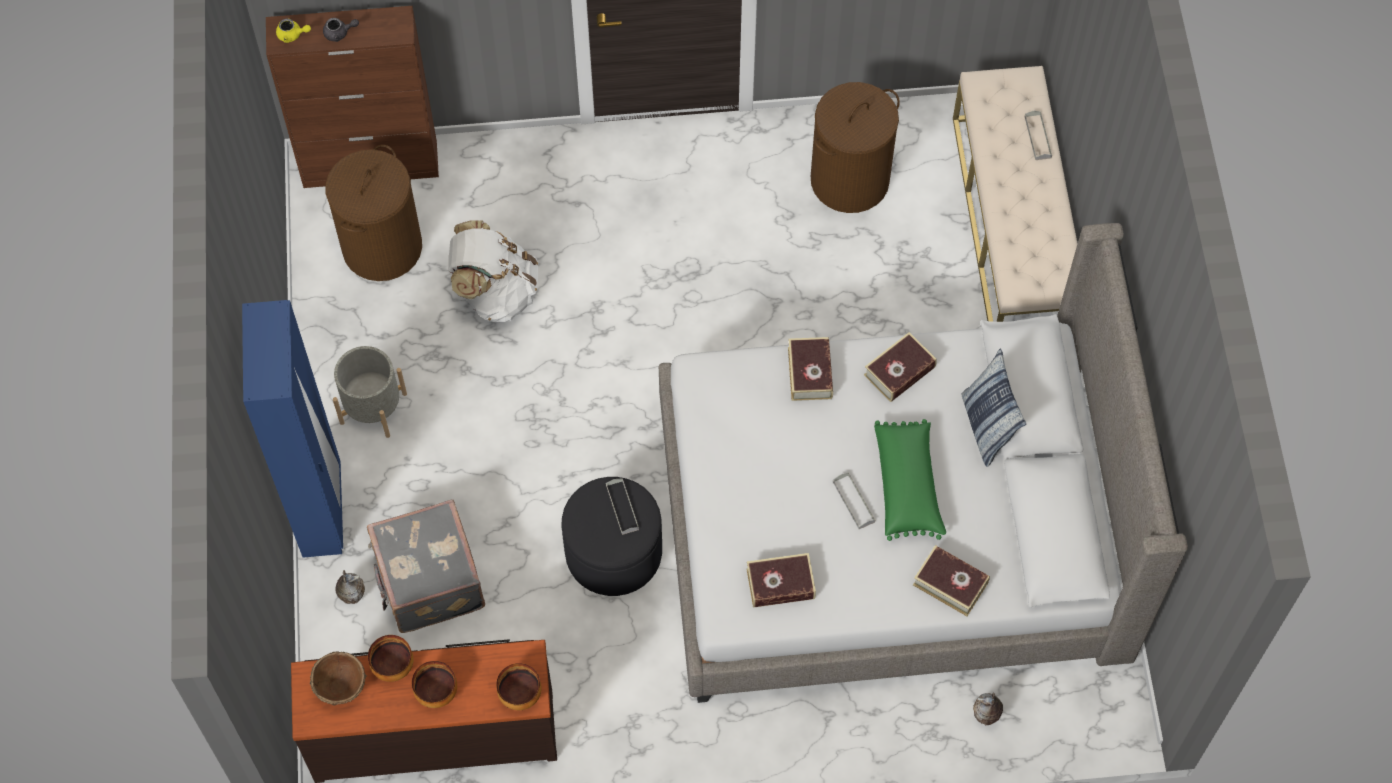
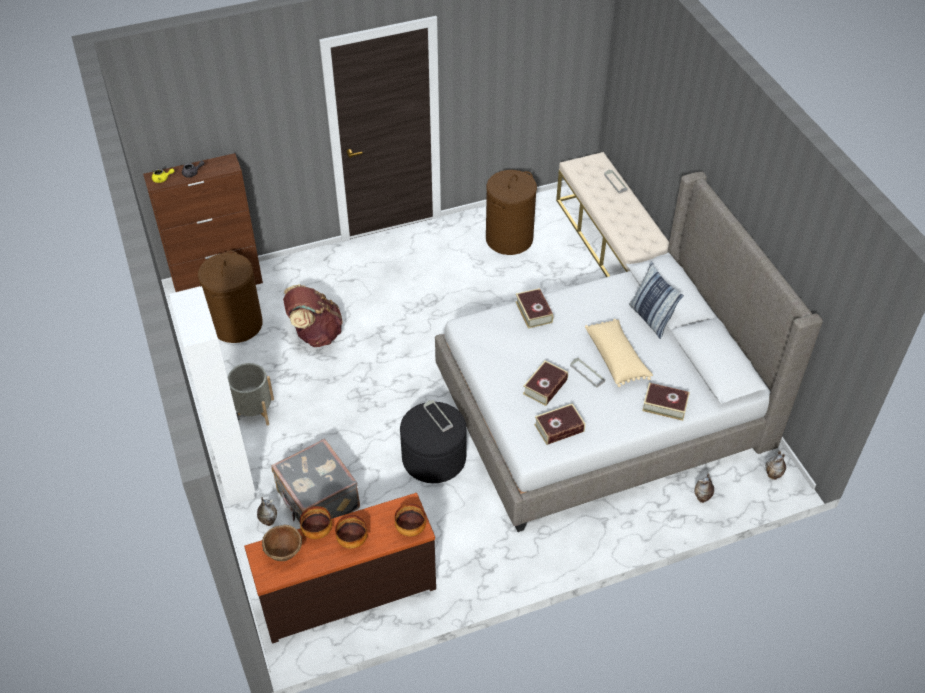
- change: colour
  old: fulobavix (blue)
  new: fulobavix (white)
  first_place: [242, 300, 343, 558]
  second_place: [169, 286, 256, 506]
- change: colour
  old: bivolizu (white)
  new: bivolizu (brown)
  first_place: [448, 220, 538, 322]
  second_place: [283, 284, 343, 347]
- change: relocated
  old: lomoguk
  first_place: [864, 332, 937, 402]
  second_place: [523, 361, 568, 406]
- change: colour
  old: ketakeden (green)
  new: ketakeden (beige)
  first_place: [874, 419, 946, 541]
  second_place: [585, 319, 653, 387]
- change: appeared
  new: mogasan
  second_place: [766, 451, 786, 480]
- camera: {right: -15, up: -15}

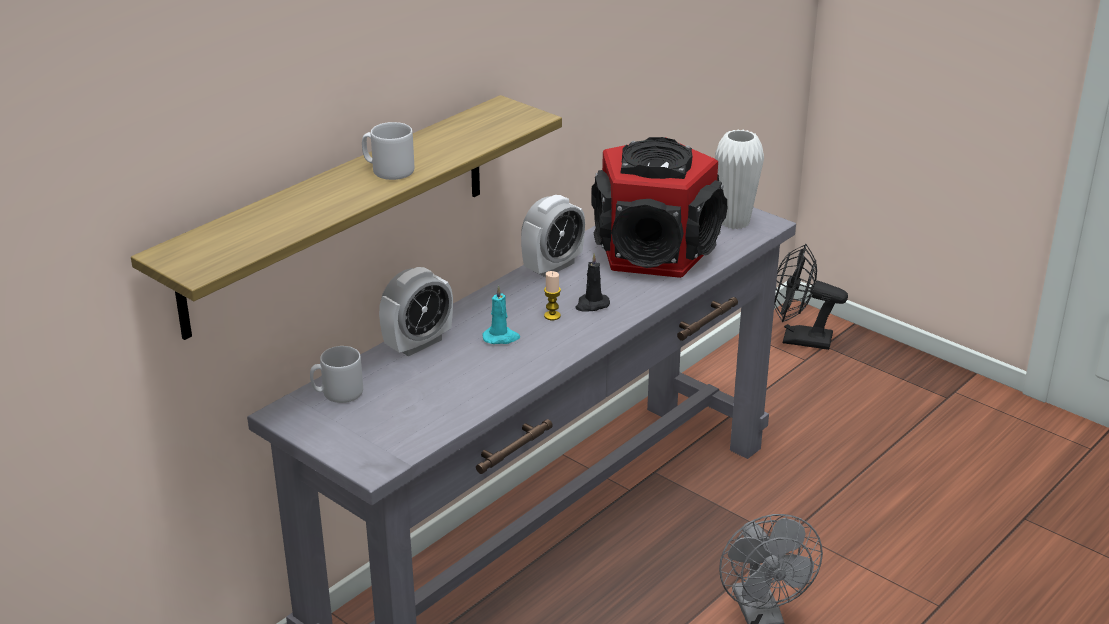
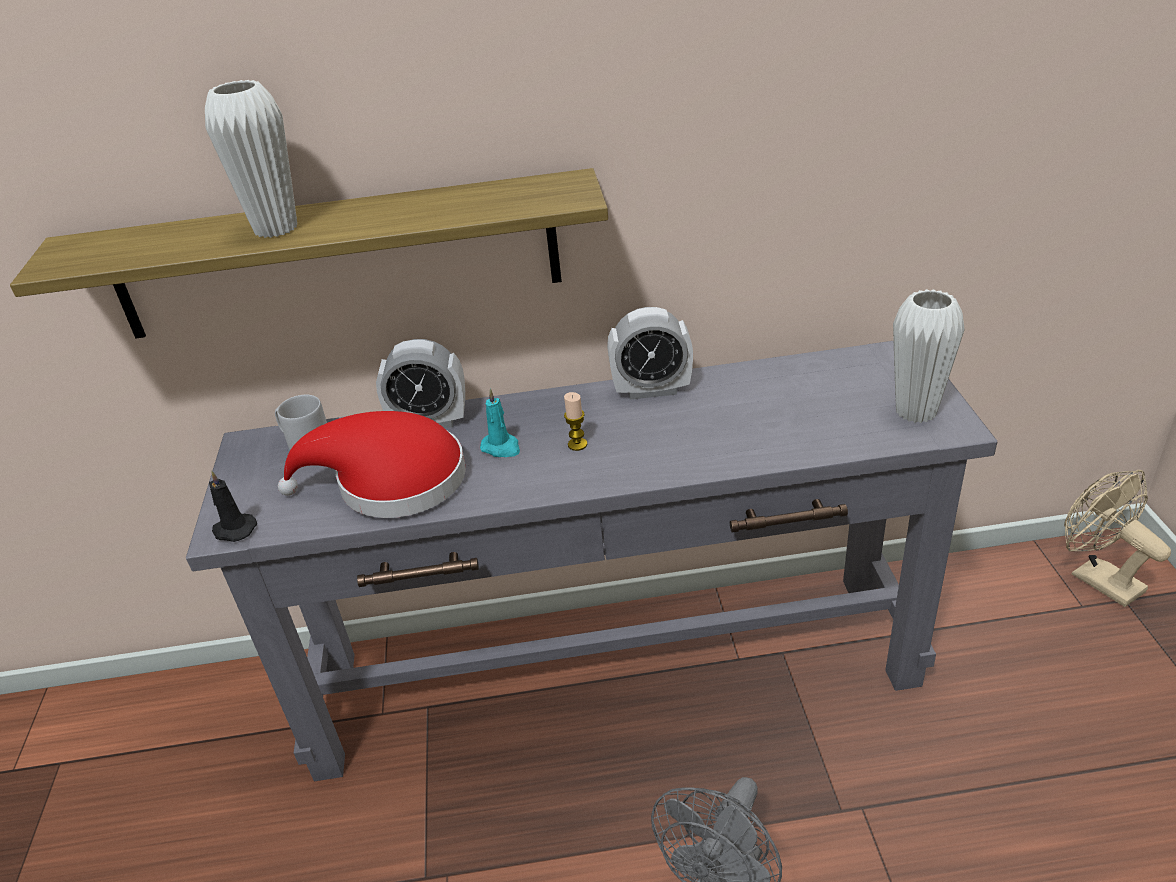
- change: missing
  old: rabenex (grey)
  first_place: [362, 122, 414, 180]
- change: relocated
  old: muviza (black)
  first_place: [575, 253, 610, 311]
  second_place: [209, 470, 257, 542]
- change: missing
  old: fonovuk
  first_place: [591, 137, 727, 278]
- change: colour
  old: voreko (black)
  new: voreko (beige)
  first_place: [774, 244, 848, 350]
  second_place: [1064, 470, 1171, 607]
- change: appeared
  new: mogasan (white)
  second_place: [205, 80, 297, 238]
- change: appeared
  new: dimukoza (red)
  second_place: [278, 411, 466, 518]
- camera: {right: 45, up: 5}

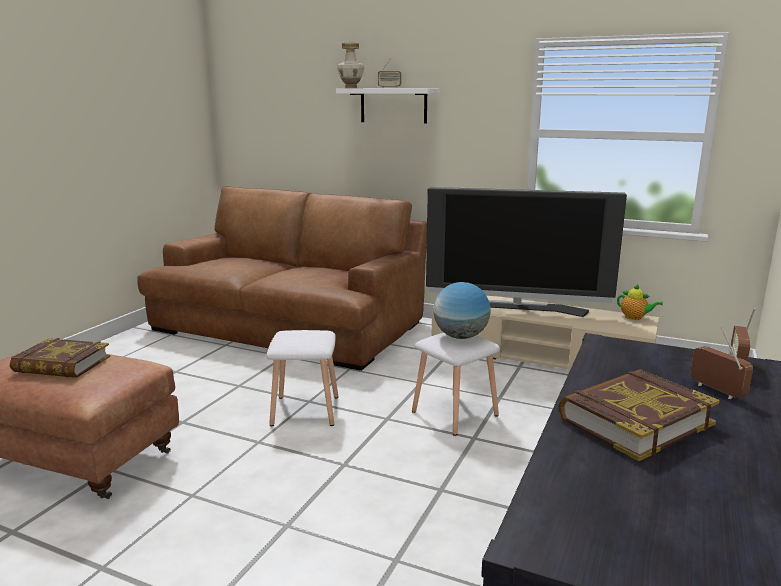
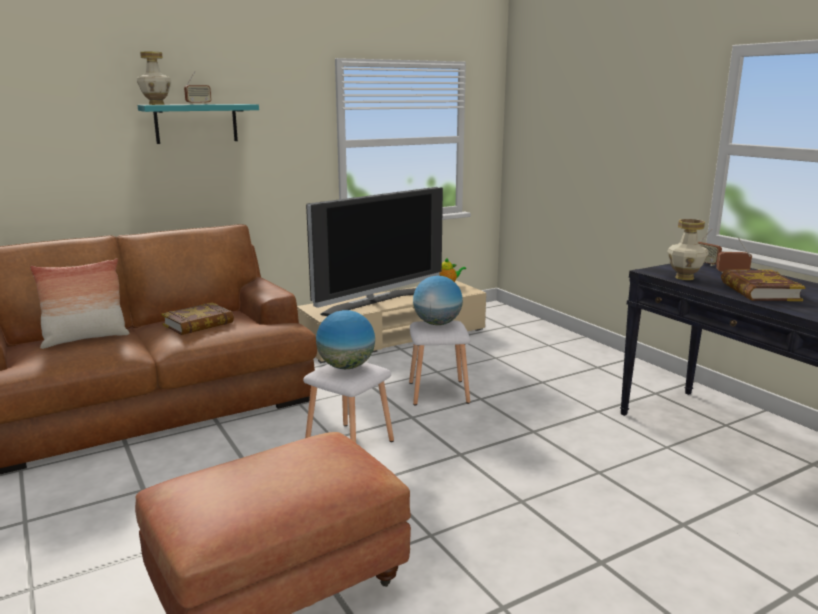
- change: relocated
  old: lomoguk
  first_place: [10, 338, 110, 378]
  second_place: [161, 302, 234, 335]
- change: colour
  old: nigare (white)
  new: nigare (turquoise)
  first_place: [336, 88, 439, 124]
  second_place: [138, 104, 259, 144]
- change: appeared
  new: ketakeden
  second_place: [30, 258, 130, 349]
- change: appeared
  new: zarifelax
  second_place: [316, 310, 375, 369]
- change: appeared
  new: mogasan
  second_place: [667, 219, 709, 280]
- camera: {right: -55, up: 0}

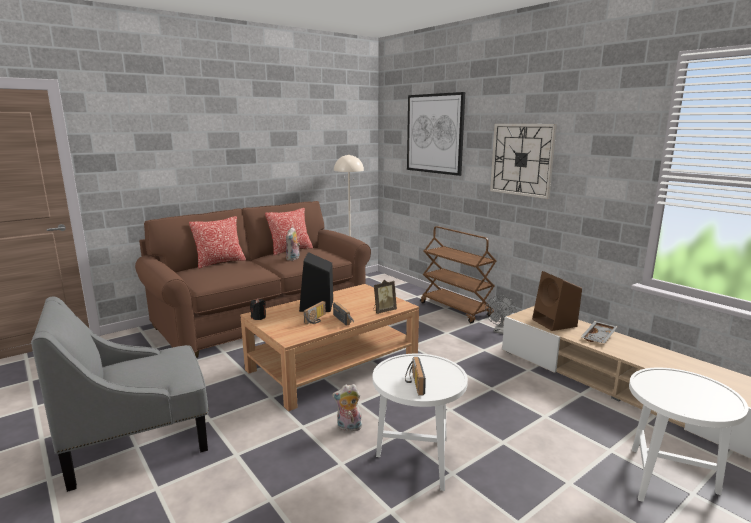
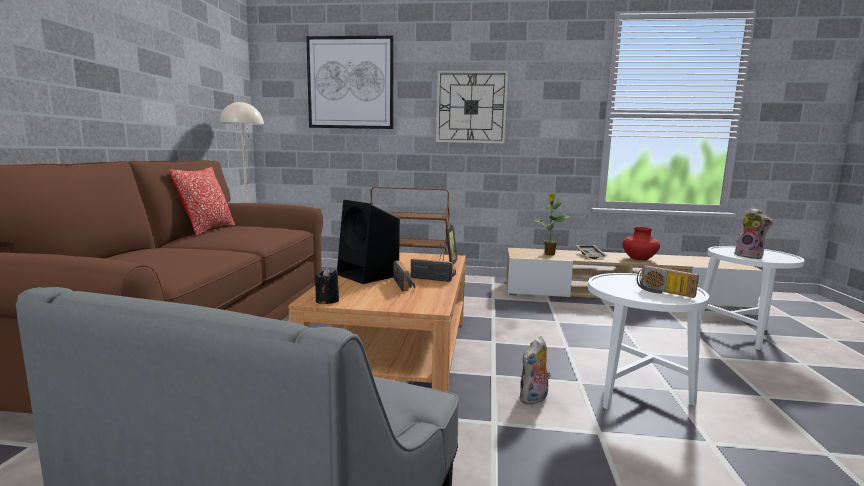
- change: missing
  old: ketakeden
  first_place: [189, 216, 246, 269]
- change: relocated
  old: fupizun
  first_place: [286, 227, 300, 261]
  second_place: [734, 207, 774, 259]
- change: missing
  old: voreko (grey)
  first_place: [485, 295, 516, 334]
- change: exchanged
  old: fonovuk (brown)
  new: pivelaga
  first_place: [532, 271, 582, 331]
  second_place: [532, 194, 570, 255]
- change: appeared
  new: mogasan (red)
  second_place: [622, 227, 660, 260]
- camera: {right: -45, up: -5}

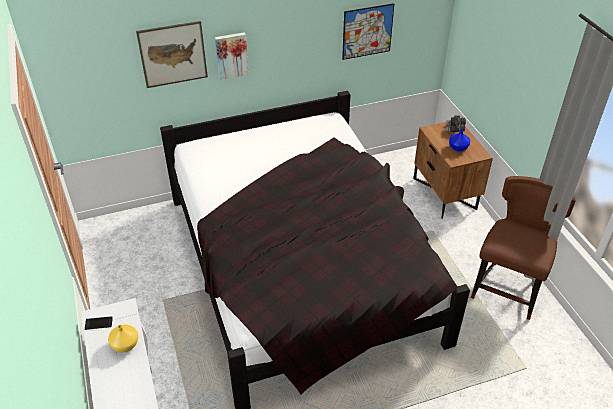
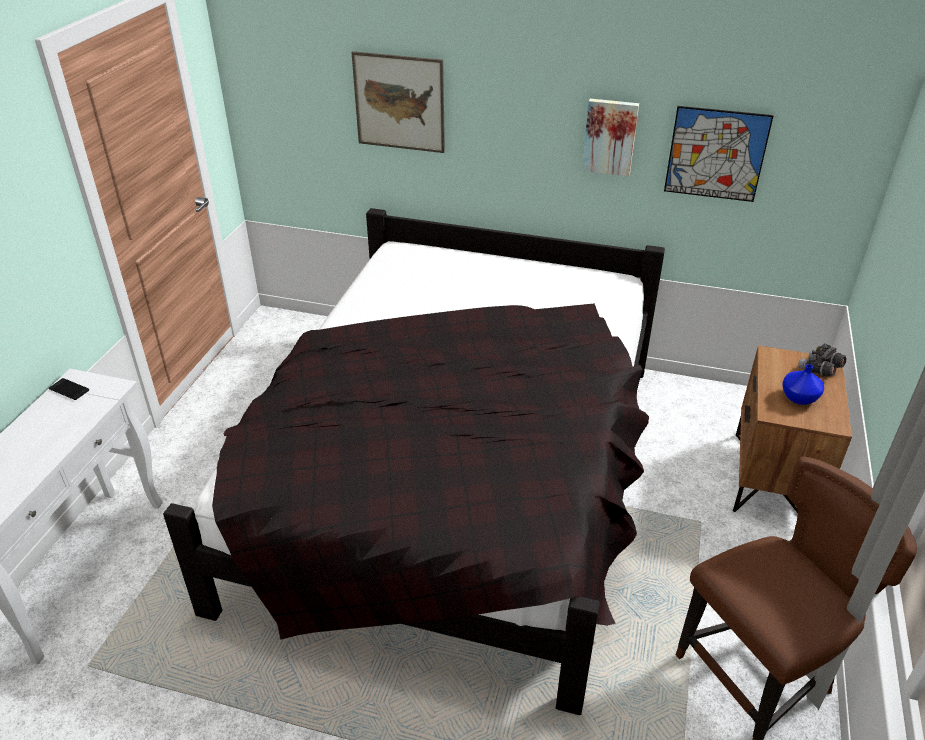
- change: missing
  old: mogasan (yellow)
  first_place: [108, 325, 138, 353]
- change: relocated
  old: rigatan
  first_place: [215, 32, 249, 80]
  second_place: [582, 99, 639, 176]
- camera: {right: 35, up: -5}

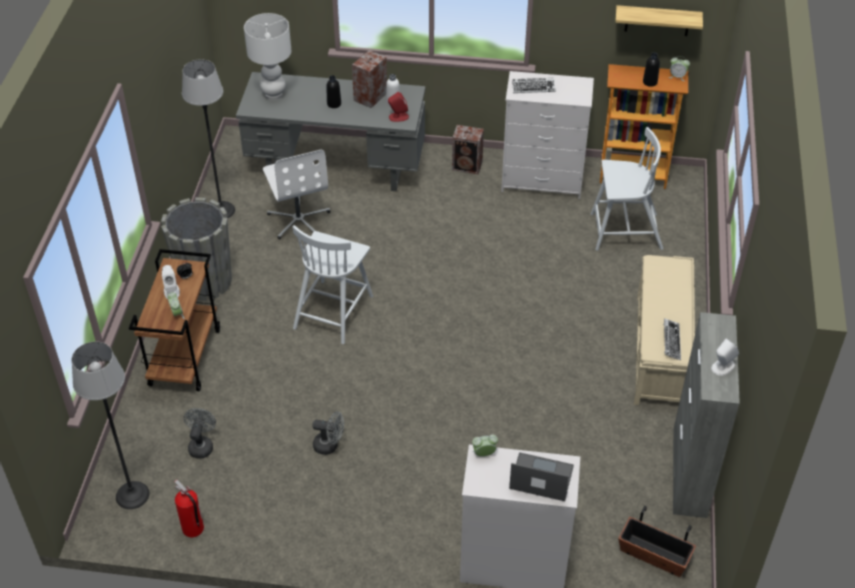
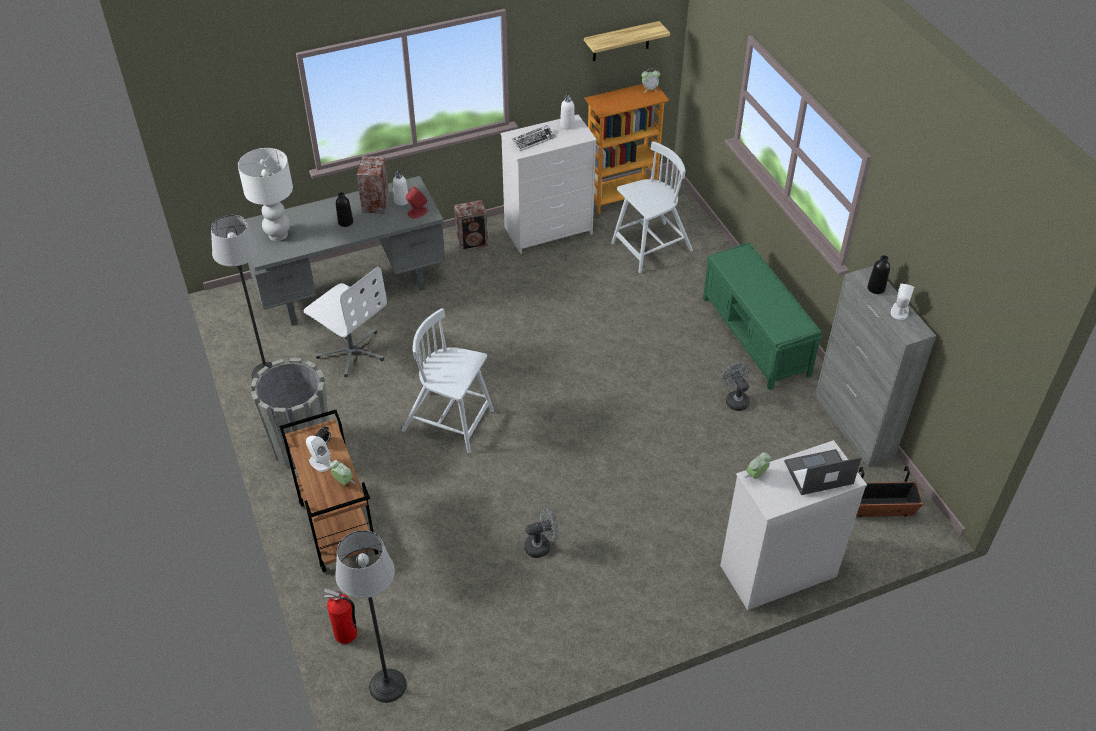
- change: relocated
  old: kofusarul
  first_place: [174, 480, 204, 537]
  second_place: [323, 589, 357, 644]
- change: relocated
  old: voreko (grey)
  first_place: [184, 408, 216, 458]
  second_place: [721, 362, 750, 411]
- change: spun
  old: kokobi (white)
  first_place: [292, 225, 373, 344]
  second_place: [402, 308, 494, 453]
  degrees: 120
- change: colour
  old: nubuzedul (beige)
  new: nubuzedul (green)
  first_place: [634, 255, 695, 405]
  second_place: [703, 242, 823, 390]
- change: relocated
  old: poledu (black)
  first_place: [643, 53, 660, 87]
  second_place: [867, 255, 890, 294]
- change: missing
  old: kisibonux
  first_place: [663, 318, 681, 360]
- change: appeared
  new: poledu (white)
  second_place: [560, 95, 575, 130]
- camera: {right: -30, up: 0}

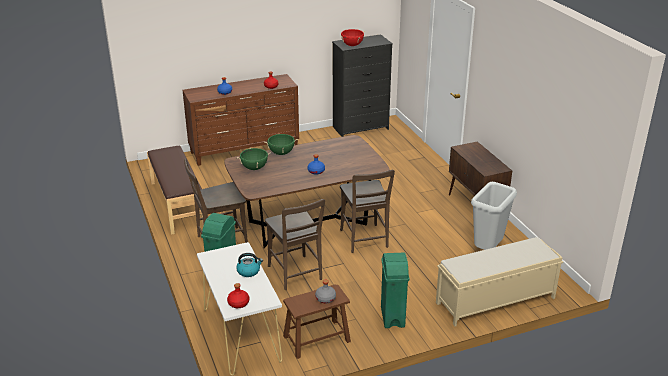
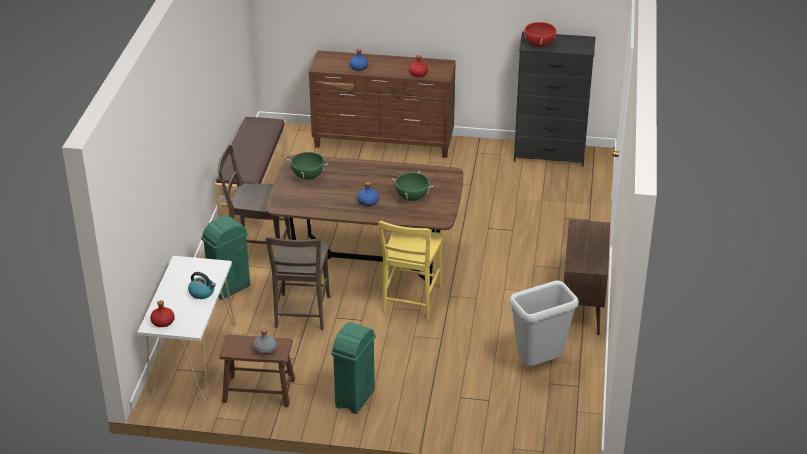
- change: relocated
  old: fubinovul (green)
  first_place: [264, 134, 298, 155]
  second_place: [392, 171, 433, 201]
- change: colour
  old: kokobi (brown)
  new: kokobi (yellow)
  first_place: [340, 170, 395, 253]
  second_place: [378, 221, 444, 320]
- change: missing
  old: nubuzedul (beige)
  first_place: [436, 237, 563, 326]
- camera: {right: 30, up: 5}

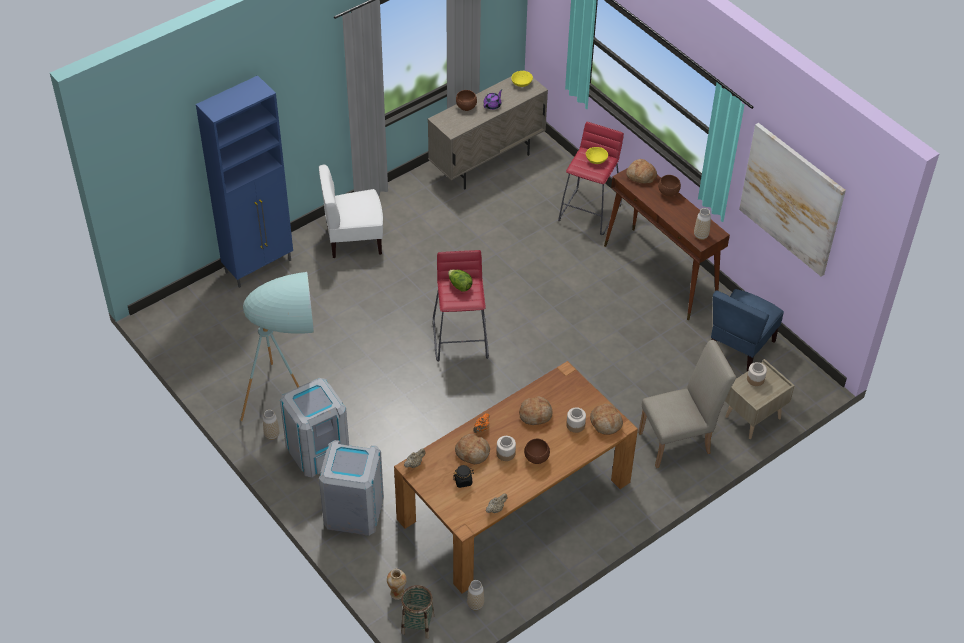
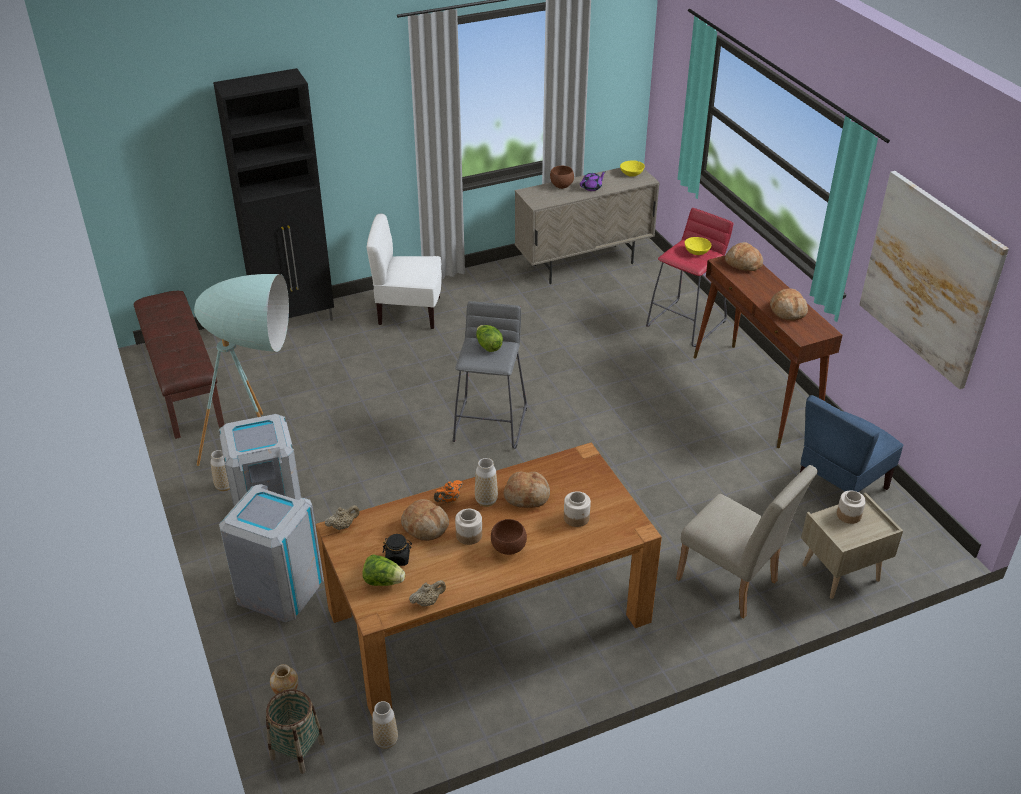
- change: colour
  old: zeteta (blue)
  new: zeteta (black)
  first_place: [196, 75, 293, 288]
  second_place: [213, 68, 334, 321]
- change: colour
  old: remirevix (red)
  new: remirevix (grey)
  first_place: [433, 250, 489, 362]
  second_place: [453, 301, 527, 449]
- change: relocated
  old: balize
  first_place: [590, 404, 623, 435]
  second_place: [770, 288, 808, 321]
- change: spun
  old: kokobi (beige)
  first_place: [638, 340, 736, 468]
  second_place: [676, 465, 818, 618]
  degrees: 45
- change: missing
  old: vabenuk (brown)
  first_place: [658, 175, 681, 196]
- change: relocated
  old: mogasan
  first_place: [694, 208, 711, 240]
  second_place: [475, 458, 498, 507]
- change: appeared
  new: nubuzedul (brown)
  second_place: [134, 291, 225, 439]
- change: appeared
  new: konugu
  second_place: [363, 554, 405, 586]
- camera: {right: 15, up: -10}

